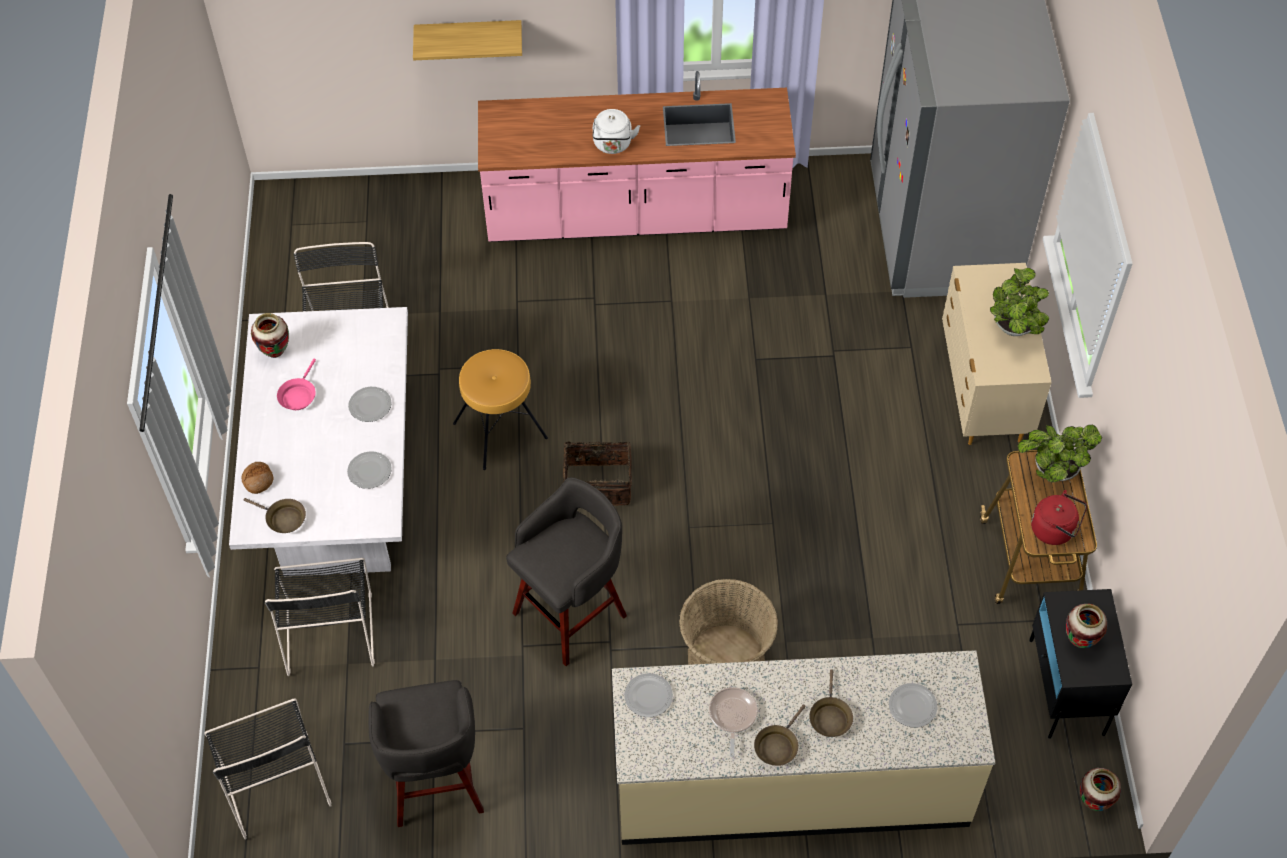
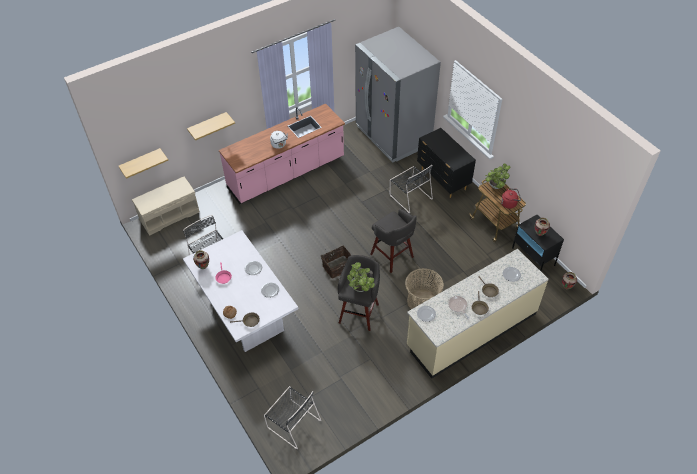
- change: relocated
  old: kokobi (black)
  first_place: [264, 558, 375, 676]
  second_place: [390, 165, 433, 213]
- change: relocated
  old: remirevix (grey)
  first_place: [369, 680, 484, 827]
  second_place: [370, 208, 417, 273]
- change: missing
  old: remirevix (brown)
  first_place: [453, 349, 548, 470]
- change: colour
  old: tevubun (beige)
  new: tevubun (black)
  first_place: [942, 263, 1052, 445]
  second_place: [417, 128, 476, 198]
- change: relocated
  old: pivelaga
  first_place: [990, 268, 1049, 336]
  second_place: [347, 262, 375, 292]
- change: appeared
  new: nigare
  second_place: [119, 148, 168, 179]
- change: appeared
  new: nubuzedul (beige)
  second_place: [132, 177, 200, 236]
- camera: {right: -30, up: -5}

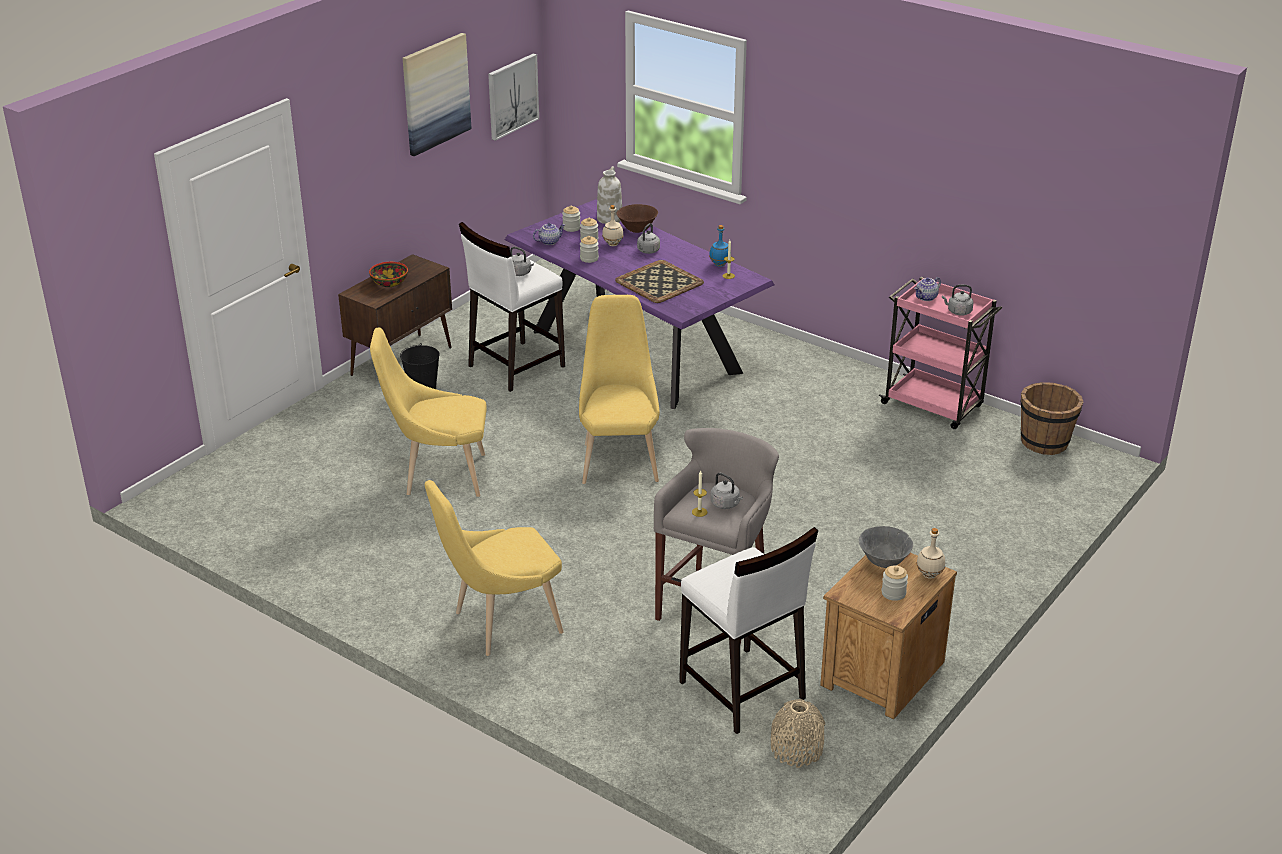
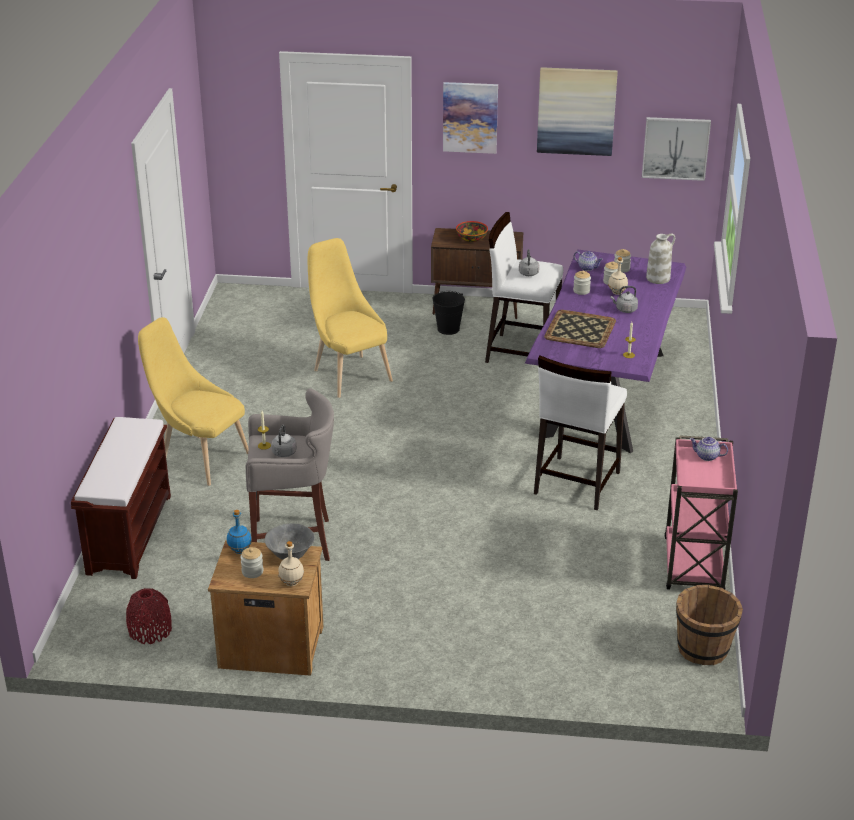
- change: missing
  old: kokobi (yellow)
  first_place: [579, 295, 660, 484]
- change: missing
  old: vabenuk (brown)
  first_place: [616, 204, 658, 233]
- change: relocated
  old: remirevix (white)
  first_place: [679, 527, 818, 734]
  second_place: [534, 356, 627, 510]
- change: relocated
  old: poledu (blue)
  first_place: [709, 225, 728, 267]
  second_place: [227, 510, 252, 554]
- change: colour
  old: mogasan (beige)
  new: mogasan (red)
  first_place: [771, 699, 825, 768]
  second_place: [126, 588, 172, 644]
- change: missing
  old: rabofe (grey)
  first_place: [942, 284, 974, 316]
- change: appeared
  new: nubuzedul (brown)
  second_place: [71, 417, 171, 579]
- change: appeared
  new: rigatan
  second_place: [443, 82, 498, 154]
- camera: {right: 60, up: 0}

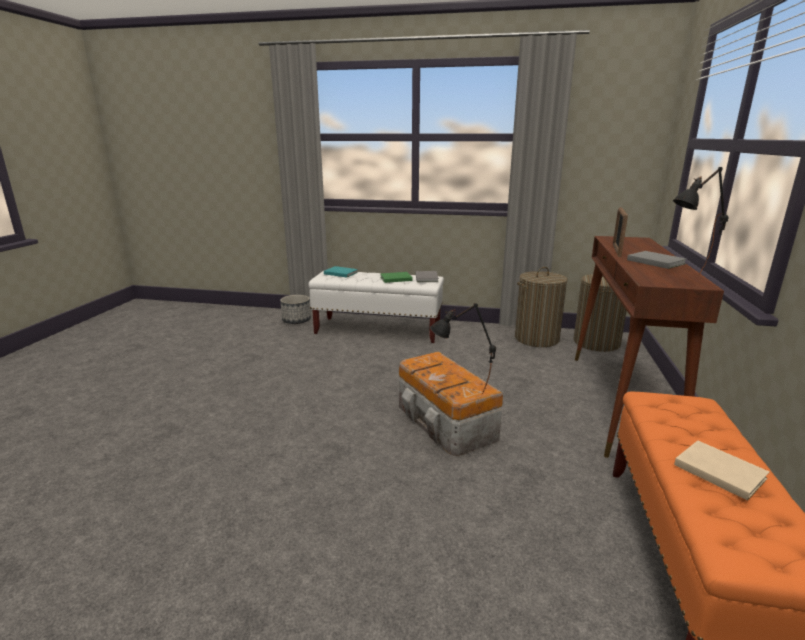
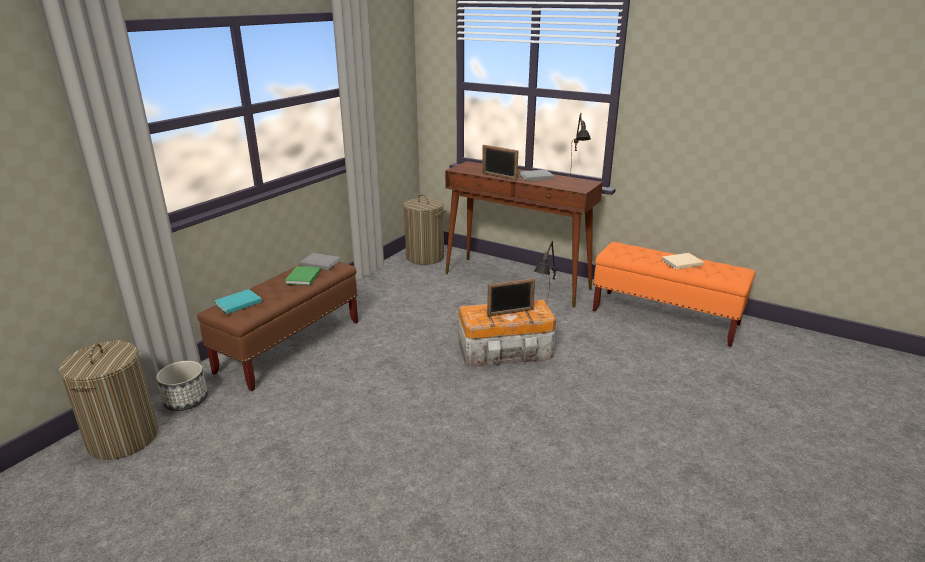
- change: colour
  old: nubuzedul (white)
  new: nubuzedul (brown)
  first_place: [309, 271, 444, 343]
  second_place: [197, 262, 358, 391]
- change: relocated
  old: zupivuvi
  first_place: [515, 267, 567, 347]
  second_place: [58, 340, 158, 460]
- change: appeared
  new: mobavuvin
  second_place: [487, 278, 535, 317]
- camera: {right: -70, up: 5}

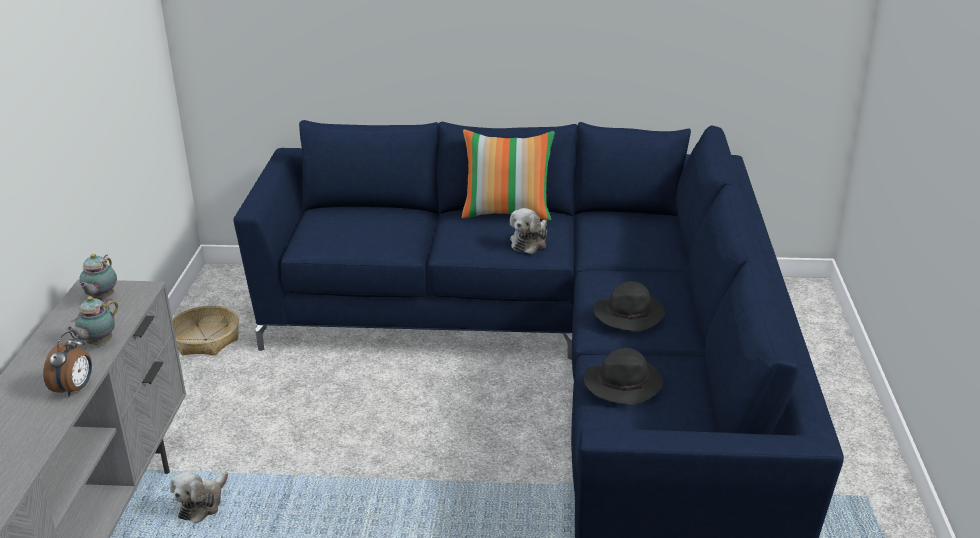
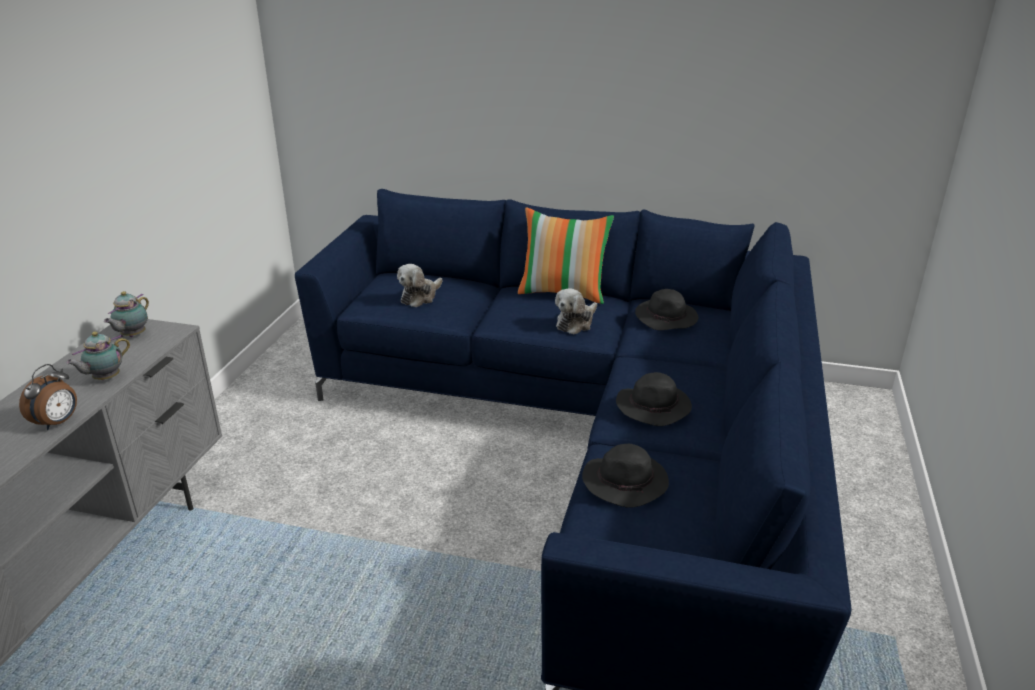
- change: relocated
  old: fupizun
  first_place: [170, 471, 228, 523]
  second_place: [397, 264, 442, 307]
- change: missing
  old: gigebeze
  first_place: [172, 305, 239, 355]
- change: appeared
  new: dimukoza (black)
  second_place: [635, 289, 699, 330]
- camera: {right: 10, up: 0}

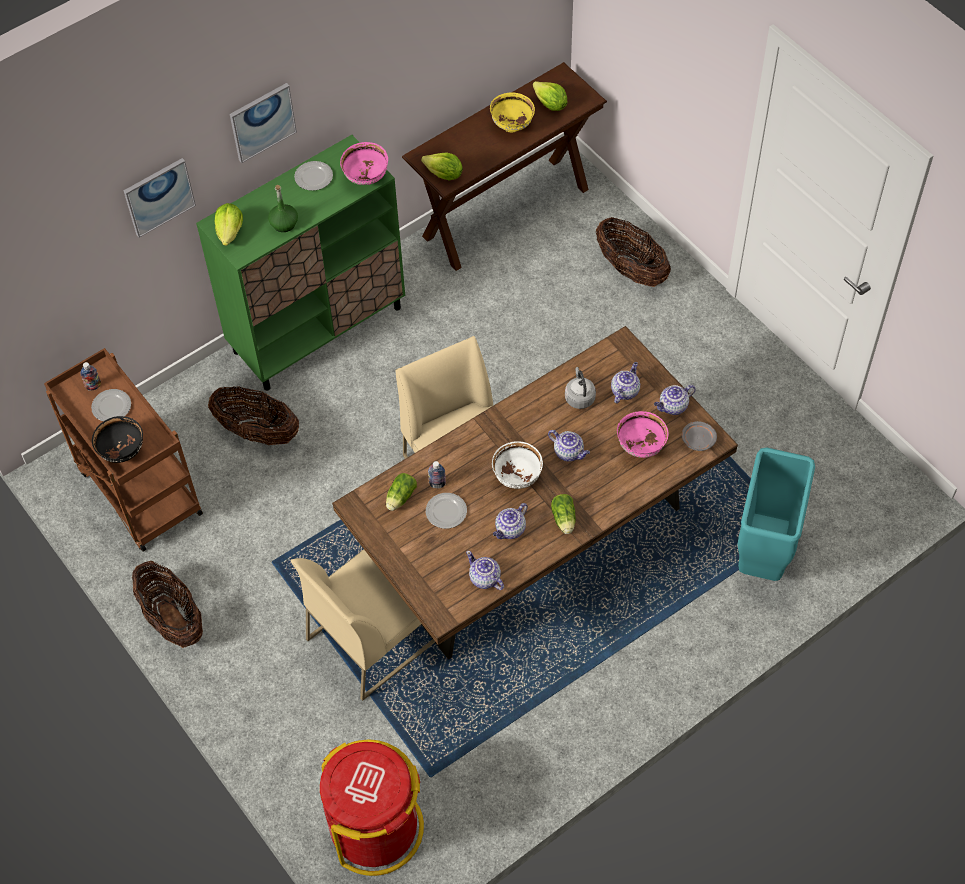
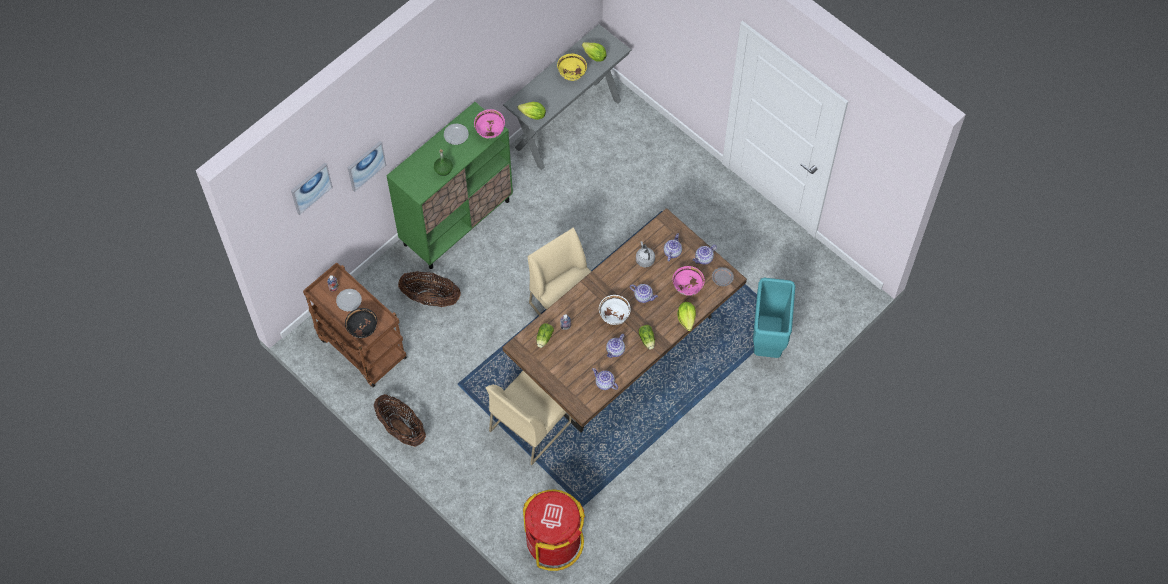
- change: relocated
  old: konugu
  first_place: [215, 203, 243, 246]
  second_place: [677, 302, 696, 331]
- change: relocated
  old: rigatan
  first_place: [230, 83, 297, 163]
  second_place: [291, 163, 333, 215]
- change: colour
  old: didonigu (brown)
  new: didonigu (grey)
  first_place: [402, 63, 607, 271]
  second_place: [503, 24, 631, 170]
- change: missing
  old: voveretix
  first_place: [426, 493, 467, 529]
- change: missing
  old: gigebeze
  first_place: [596, 217, 671, 287]
- camera: {right: -10, up: 5}

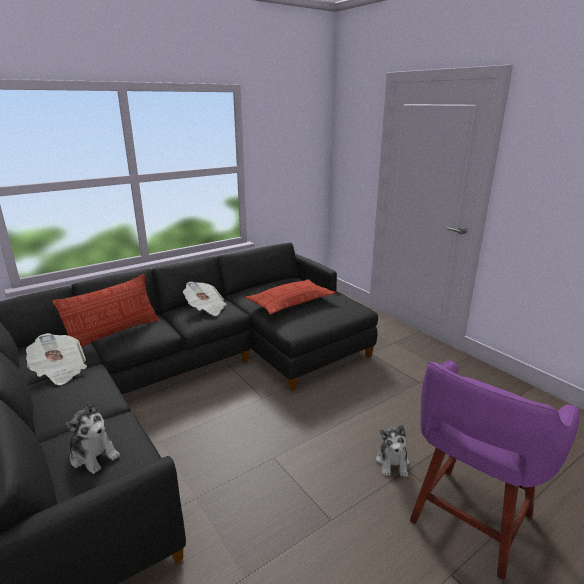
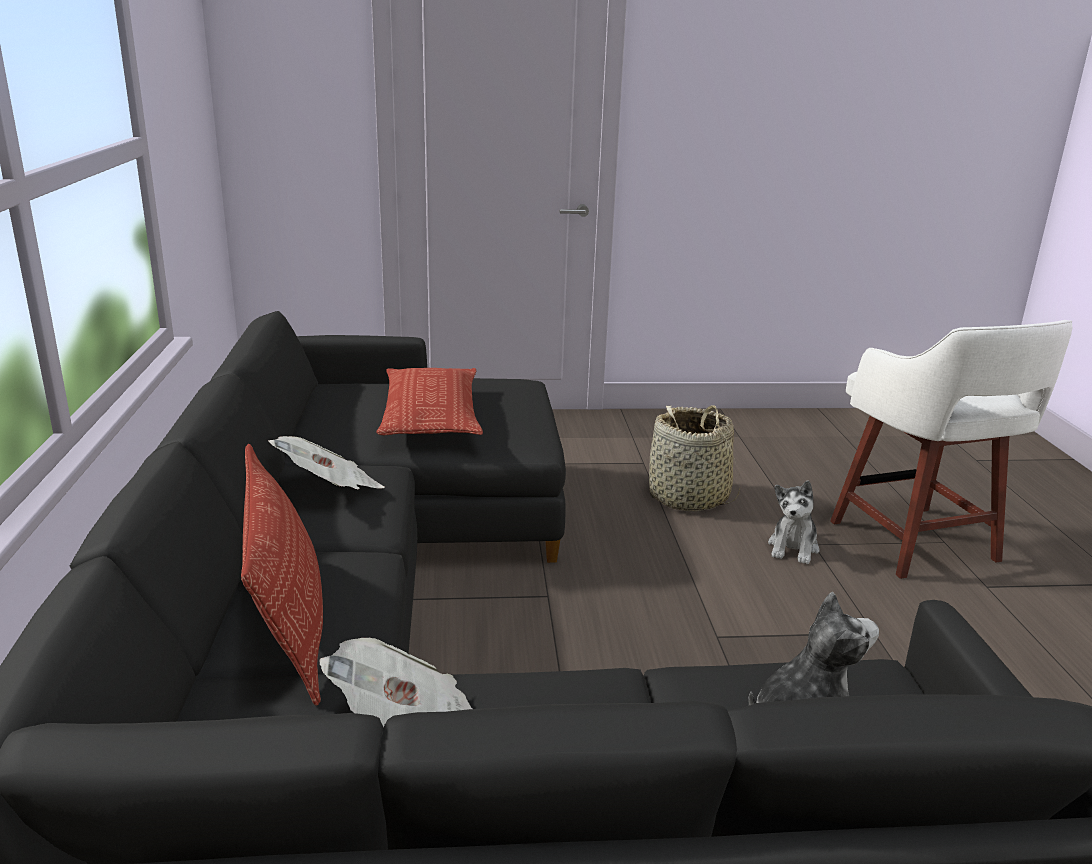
- change: spun
  old: fupizun
  first_place: [376, 425, 409, 477]
  second_place: [768, 480, 819, 564]
  degrees: 75
- change: colour
  old: remirevix (purple)
  new: remirevix (white)
  first_place: [410, 360, 580, 580]
  second_place: [830, 320, 1072, 579]
- change: appeared
  new: gigebeze
  second_place: [649, 405, 740, 512]
- camera: {right: -60, up: 0}

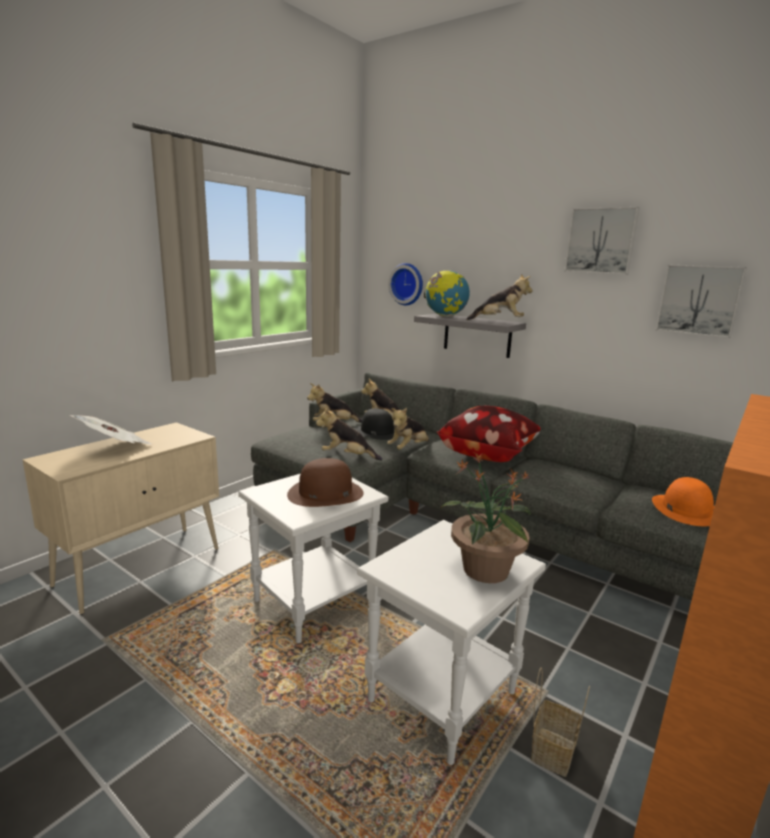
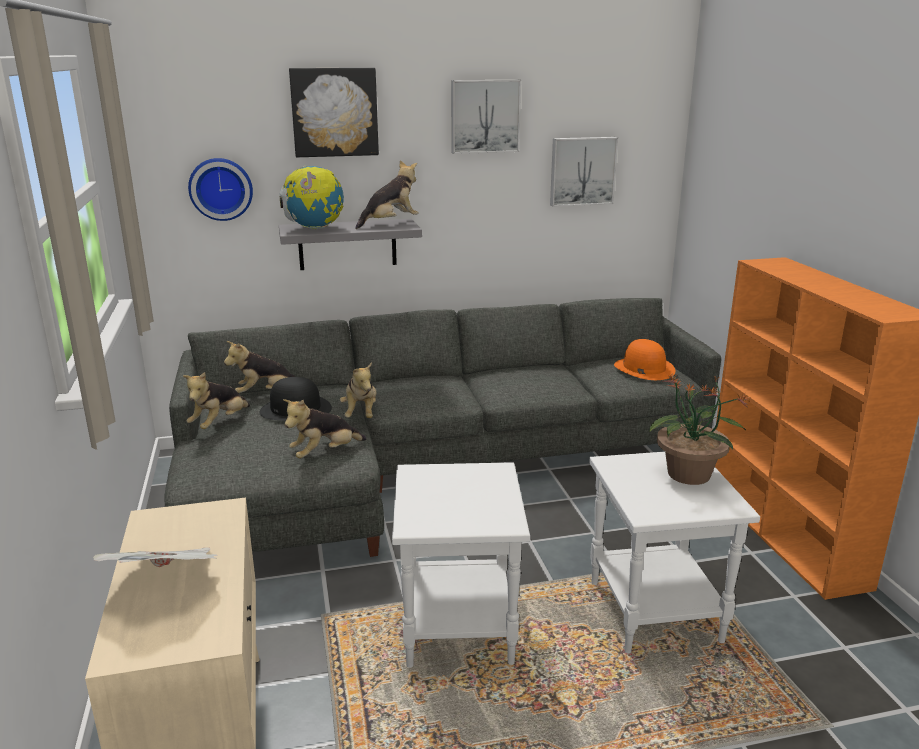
- change: missing
  old: dimukoza (brown)
  first_place: [287, 458, 364, 507]
- change: missing
  old: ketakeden
  first_place: [437, 406, 540, 462]
- change: missing
  old: gigebeze
  first_place: [531, 667, 590, 777]
- change: appeared
  new: rigatan
  second_place: [289, 68, 379, 157]
- camera: {right: -50, up: 5}

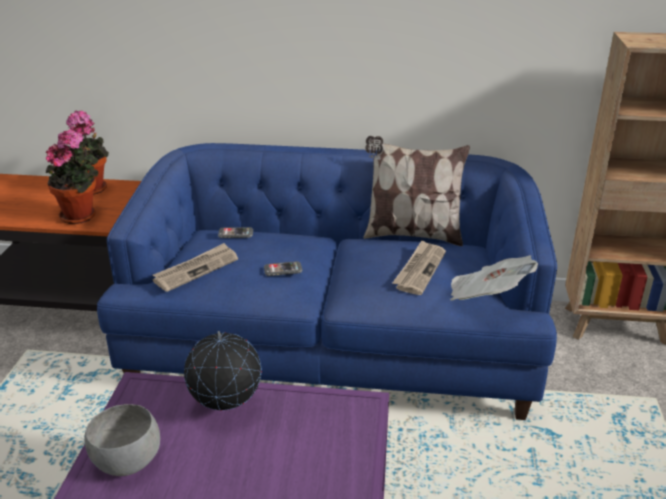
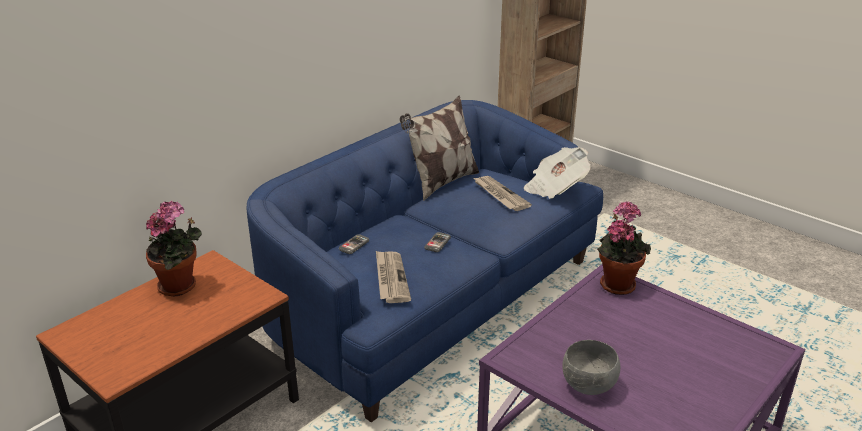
- change: relocated
  old: pivelaga
  first_place: [45, 129, 99, 224]
  second_place: [597, 201, 651, 295]
- change: missing
  old: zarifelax
  first_place: [184, 331, 262, 411]
- camera: {right: -55, up: 0}

